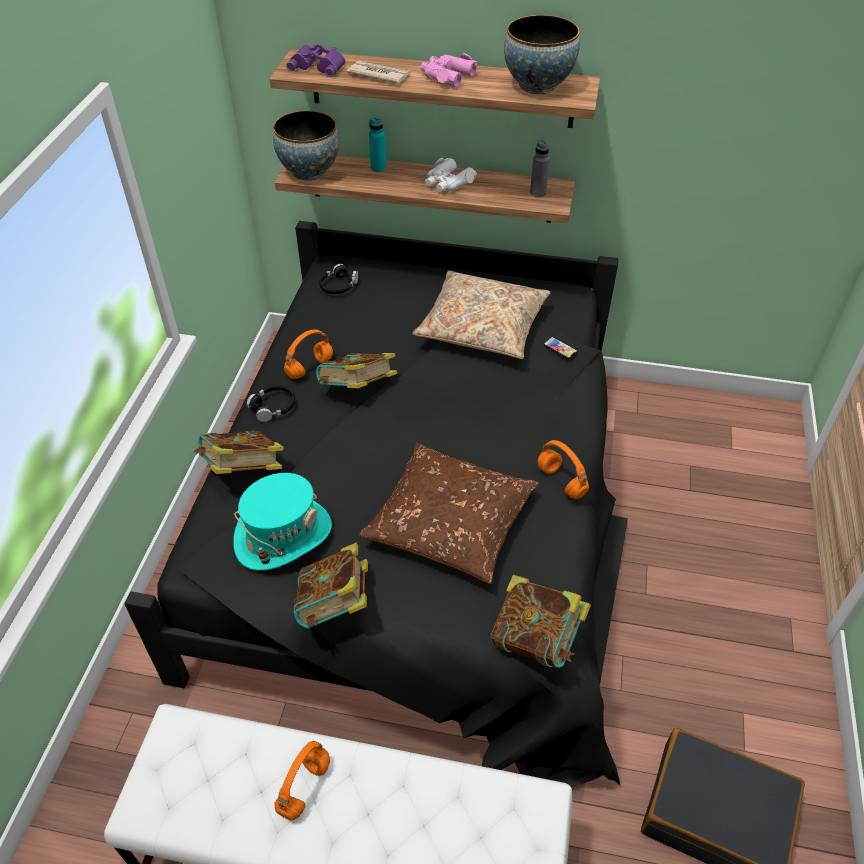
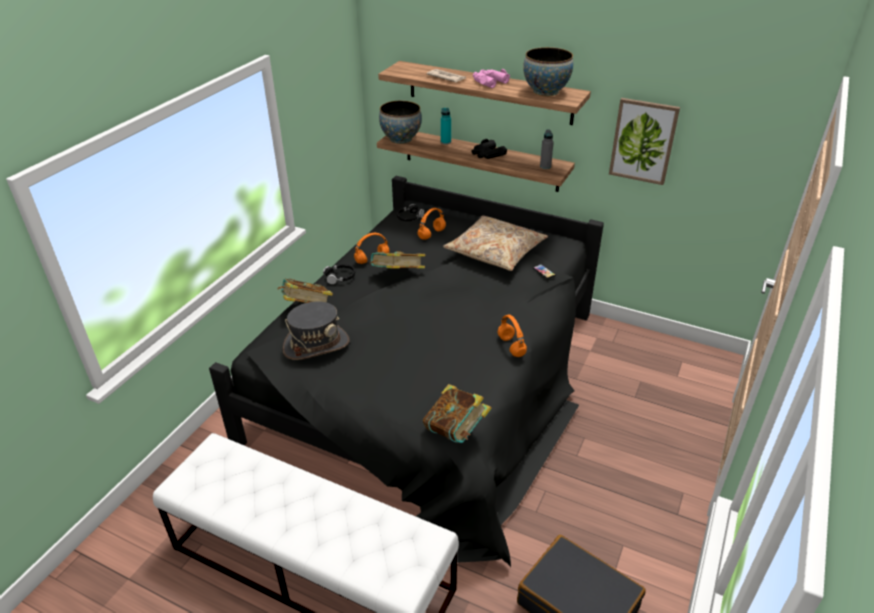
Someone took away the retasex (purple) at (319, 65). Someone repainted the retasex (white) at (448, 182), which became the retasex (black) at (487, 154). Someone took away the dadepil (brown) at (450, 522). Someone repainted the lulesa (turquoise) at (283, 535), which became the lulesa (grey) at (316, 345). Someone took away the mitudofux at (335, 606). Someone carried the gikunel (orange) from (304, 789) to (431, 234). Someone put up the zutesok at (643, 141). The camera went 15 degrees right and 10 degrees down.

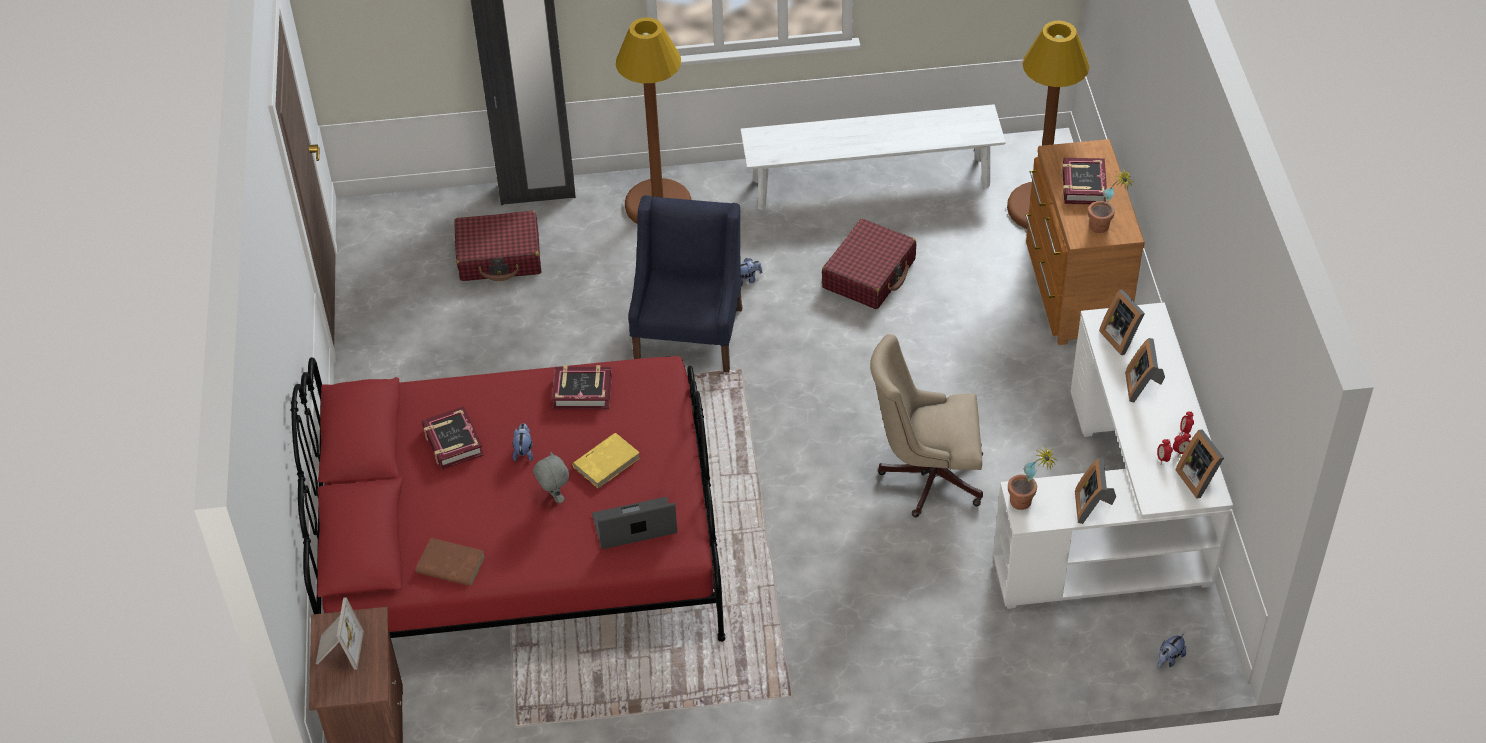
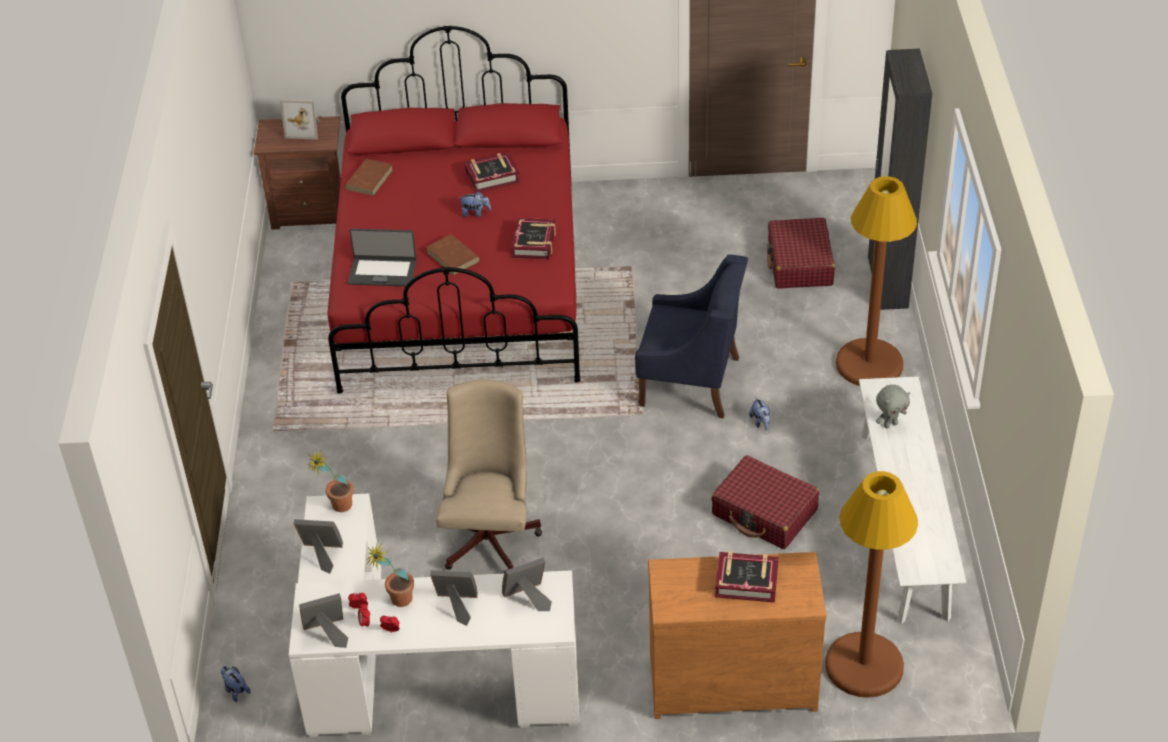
Someone carried the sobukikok from (1104, 229) to (396, 602). Someone repainted the mitudofux (yellow) at (607, 462), which became the mitudofux (brown) at (453, 257). Someone carried the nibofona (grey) from (554, 497) to (890, 424). Someone rotated the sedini at (635, 525) by 105 degrees clockwise. The camera went 95 degrees right and 5 degrees down.

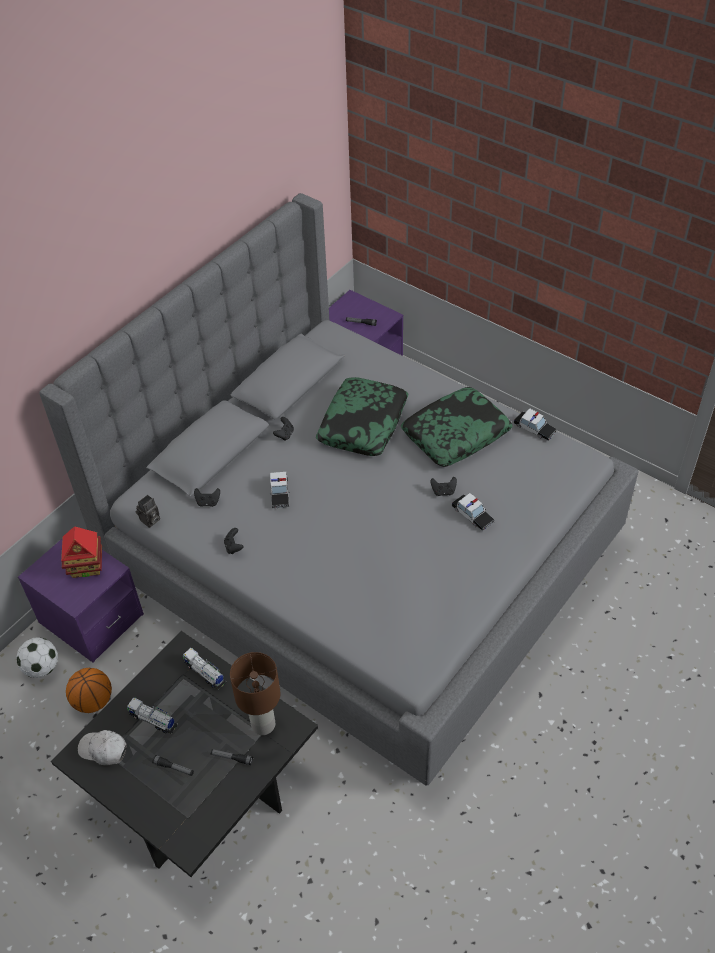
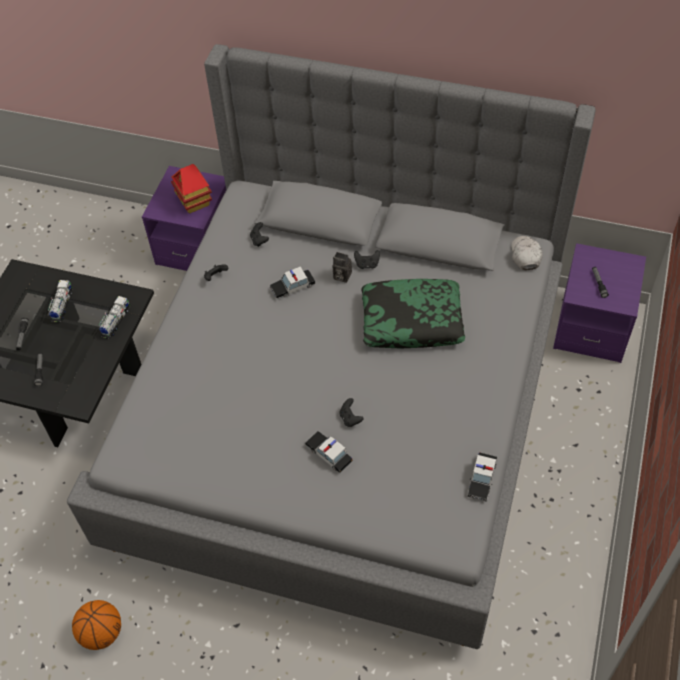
Someone took away the dadepil at (456, 434). Someone rotated the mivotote at (472, 515) by 105 degrees clockwise. Someone carried the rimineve from (150, 521) to (341, 276). Someone took away the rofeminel at (42, 667). Someone took away the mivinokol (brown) at (263, 725). Someone carried the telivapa from (93, 701) to (102, 633). Someone carried the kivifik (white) from (103, 750) to (525, 255). The camera went 70 degrees right and 5 degrees up.

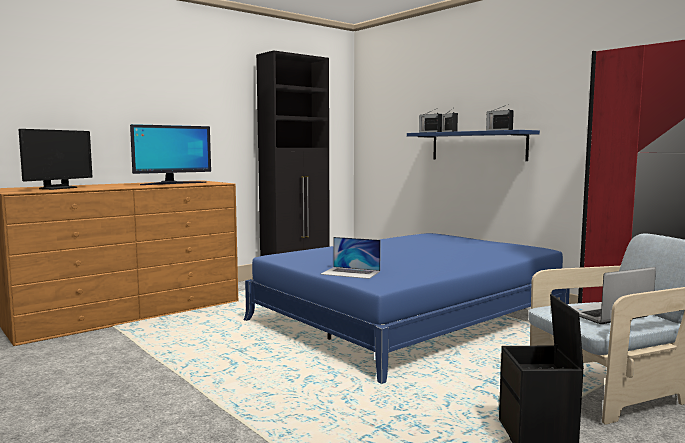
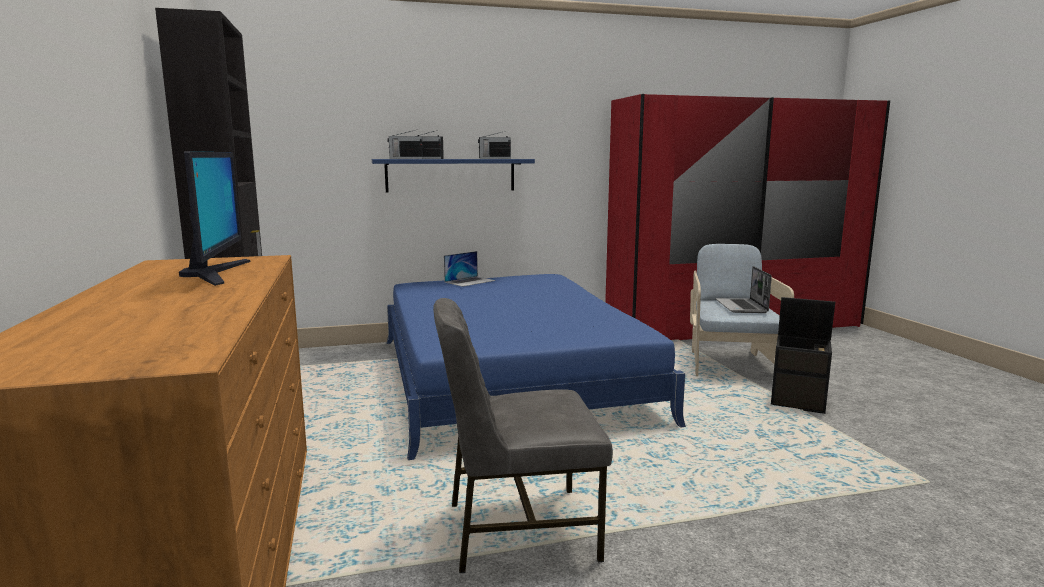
Someone took away the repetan at (58, 188). Someone carried the sedini from (351, 272) to (470, 281). Someone put down the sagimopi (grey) at (518, 530). The camera went 65 degrees left and 5 degrees up.

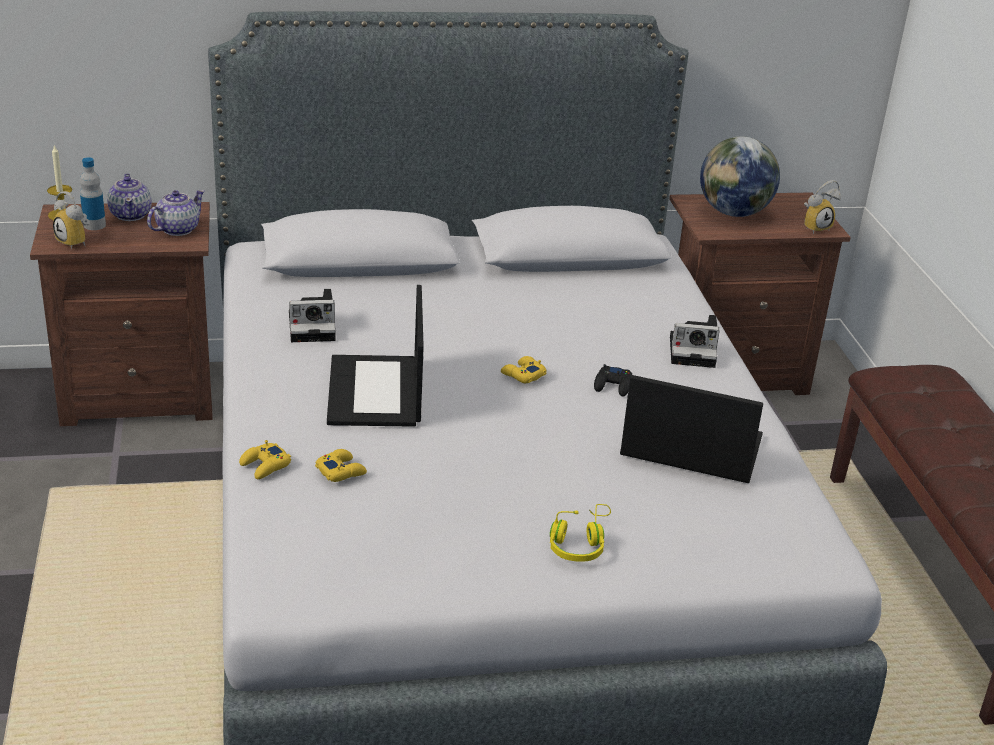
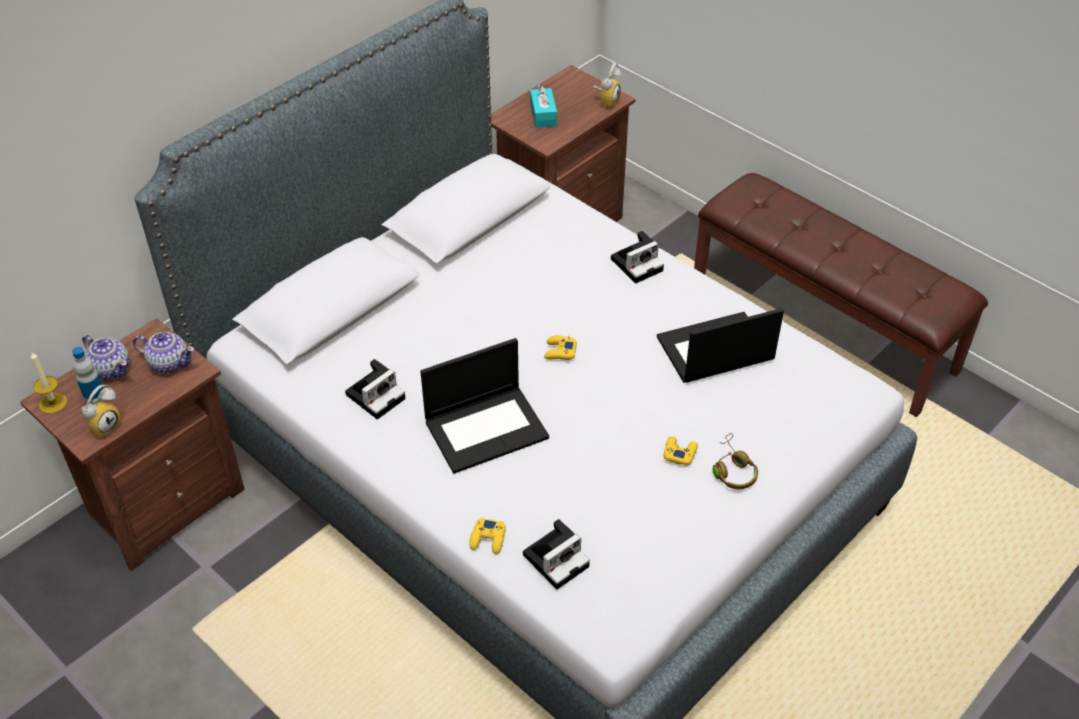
Someone swapped the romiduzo at (734, 213) for the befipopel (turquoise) at (543, 115). Someone rotated the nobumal at (177, 229) by 105 degrees clockwise. Someone rotated the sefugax at (76, 242) by 60 degrees counterclockwise. Someone rotated the sedini at (376, 392) by 75 degrees counterclockwise. Someone took away the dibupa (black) at (613, 385). Someone carried the dibupa (yellow) from (341, 471) to (679, 453). Someone repainted the gikunel (yellow) at (579, 543), which became the gikunel (brown) at (732, 469). Someone put down the rimineve at (557, 558). The camera went 35 degrees left and 15 degrees up.

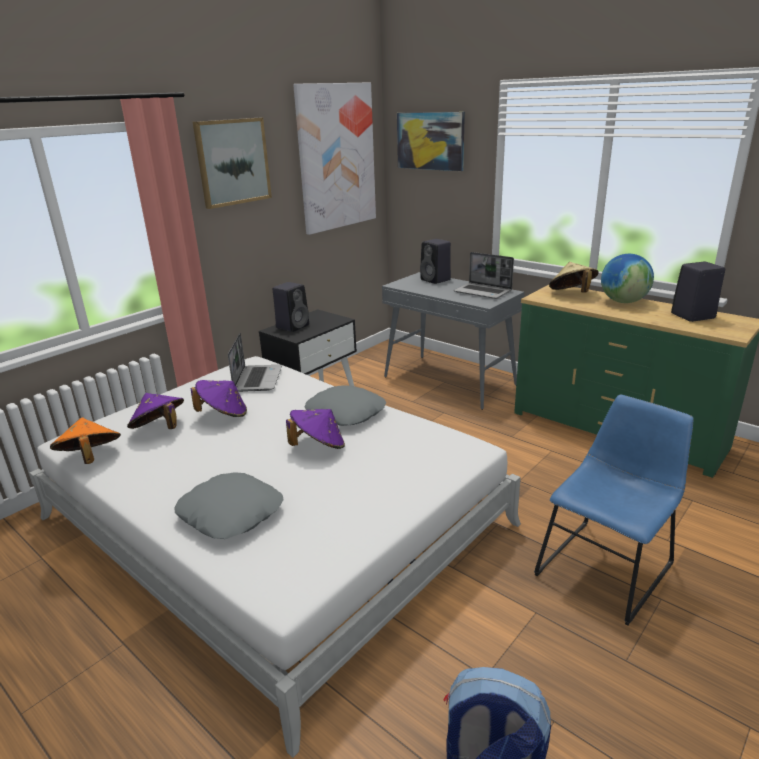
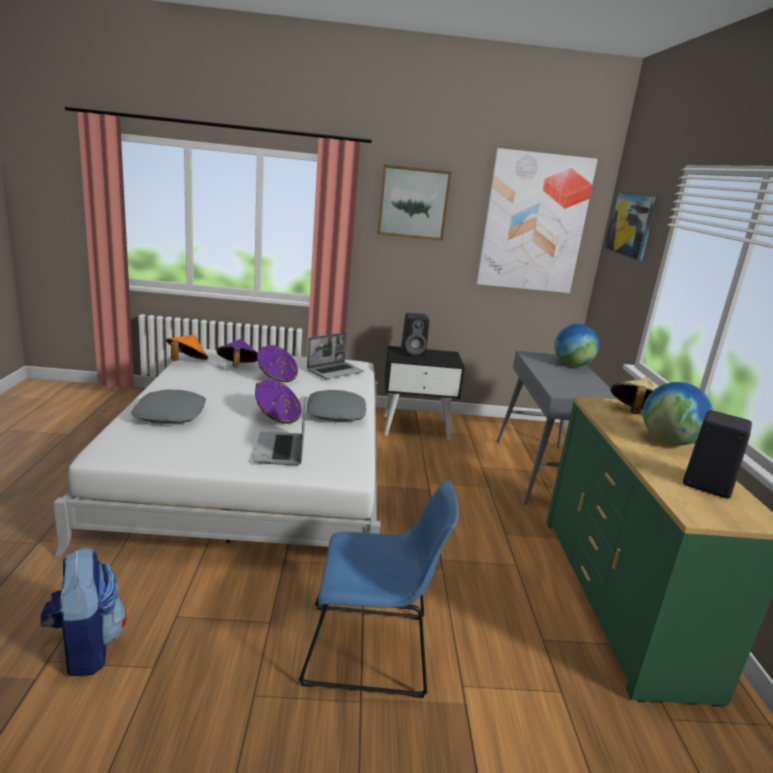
Someone swapped the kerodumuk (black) at (436, 280) for the romiduzo at (572, 365). Someone carried the sedini from (483, 292) to (281, 450). The camera went 45 degrees right and 5 degrees down.

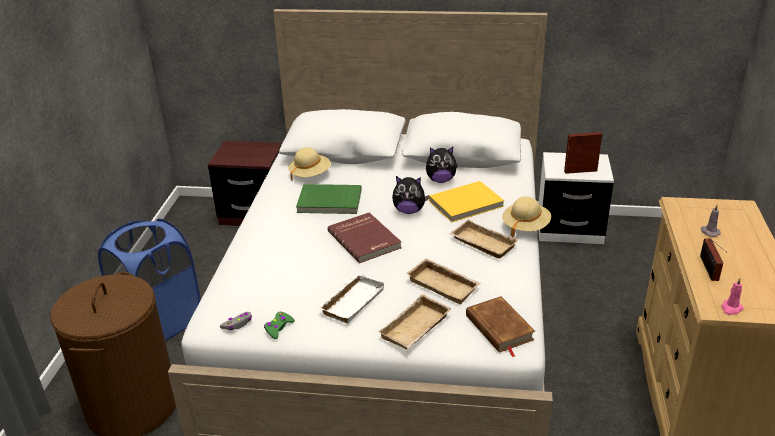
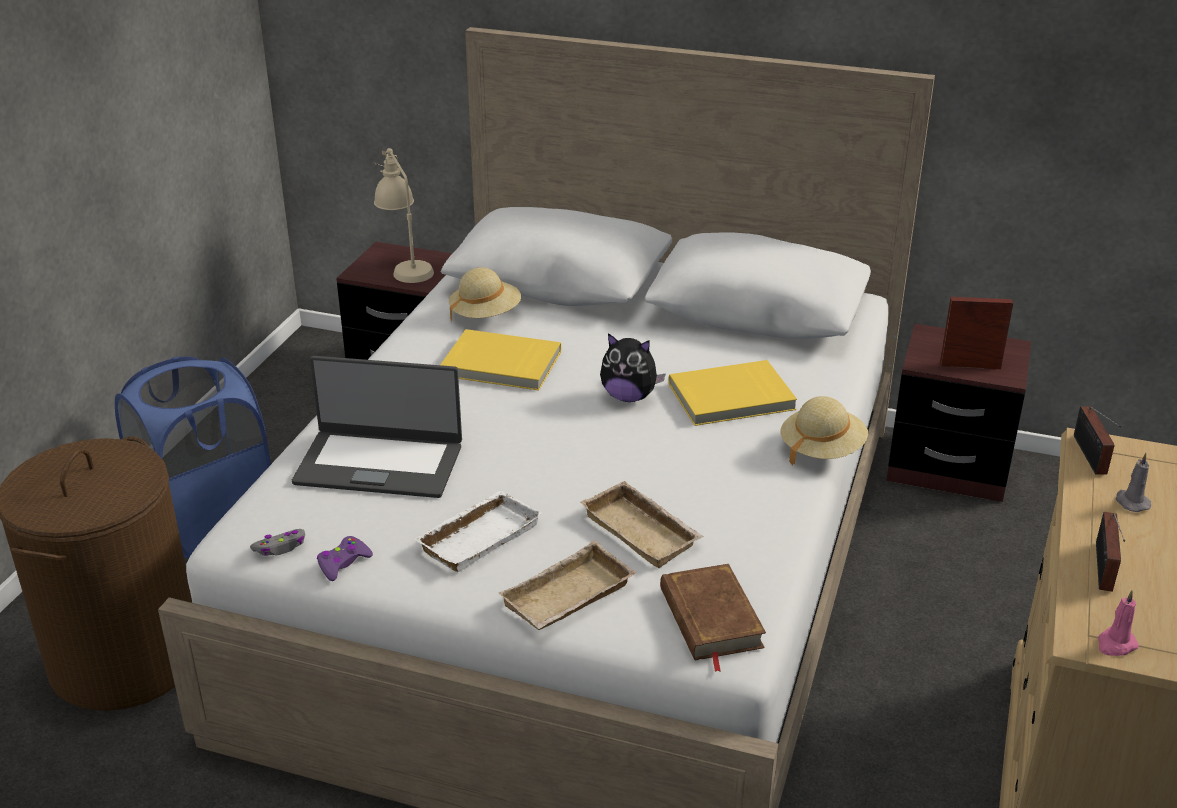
Someone took away the nibofona at (441, 180). Someone repainted the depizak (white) at (569, 229), which became the depizak (brown) at (948, 467). Someone repainted the mitudofux (green) at (329, 202), which became the mitudofux (yellow) at (500, 365). Someone took away the mitudofux (red) at (365, 239). Someone took away the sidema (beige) at (481, 244). Someone repainted the dibupa (green) at (278, 328), which became the dibupa (purple) at (343, 563). Someone put down the mivinokol (beige) at (405, 266). Someone put down the sedini at (379, 463). Someone put down the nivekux at (1090, 457). The camera went 10 degrees right and 0 degrees up.

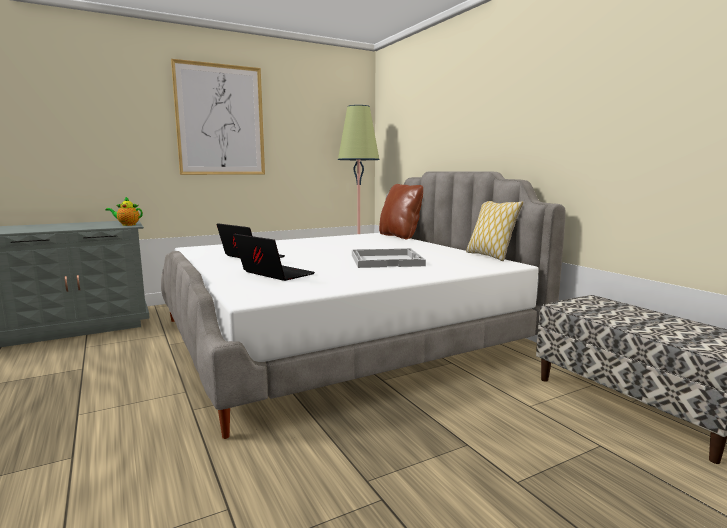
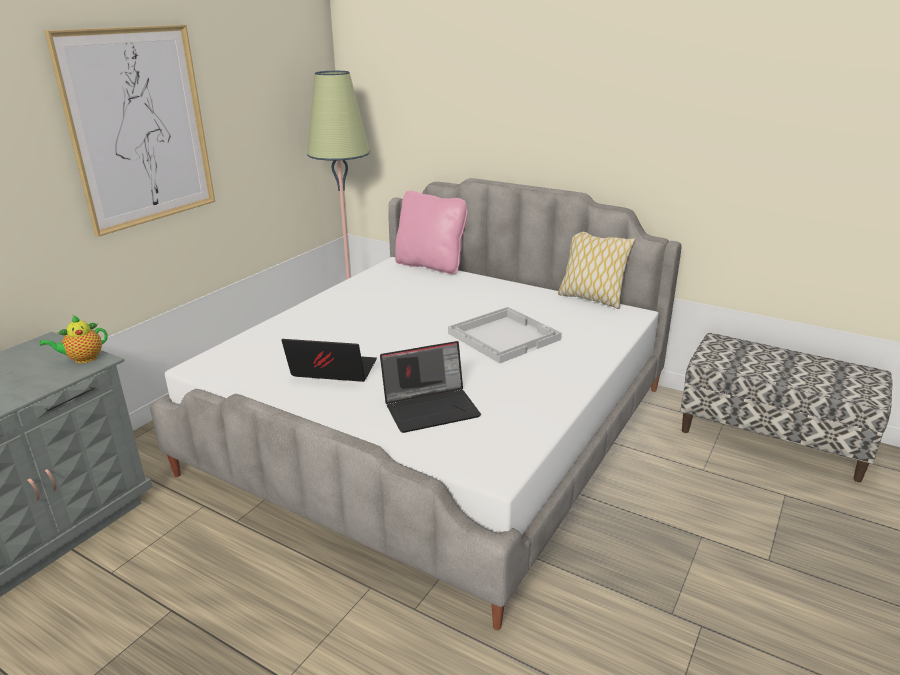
Someone repainted the dadepil (brown) at (401, 236), which became the dadepil (pink) at (431, 265). Someone rotated the sedini at (273, 274) by 150 degrees clockwise. The camera went 30 degrees left and 15 degrees up.

